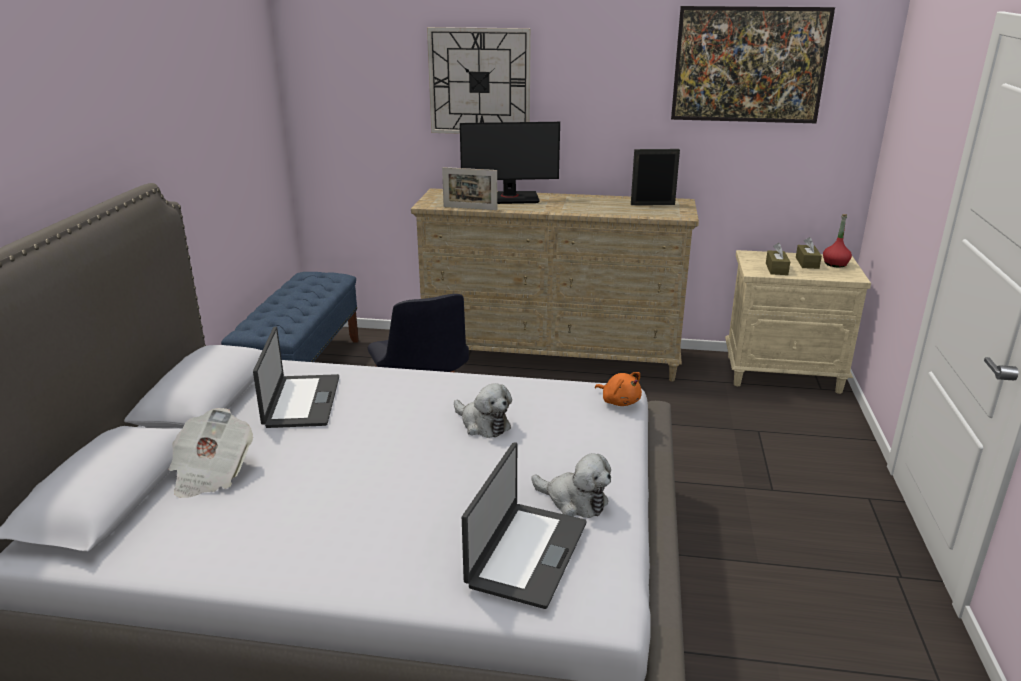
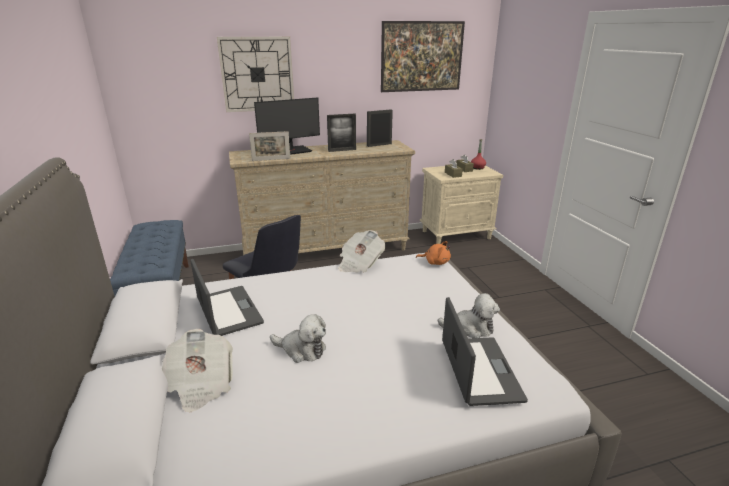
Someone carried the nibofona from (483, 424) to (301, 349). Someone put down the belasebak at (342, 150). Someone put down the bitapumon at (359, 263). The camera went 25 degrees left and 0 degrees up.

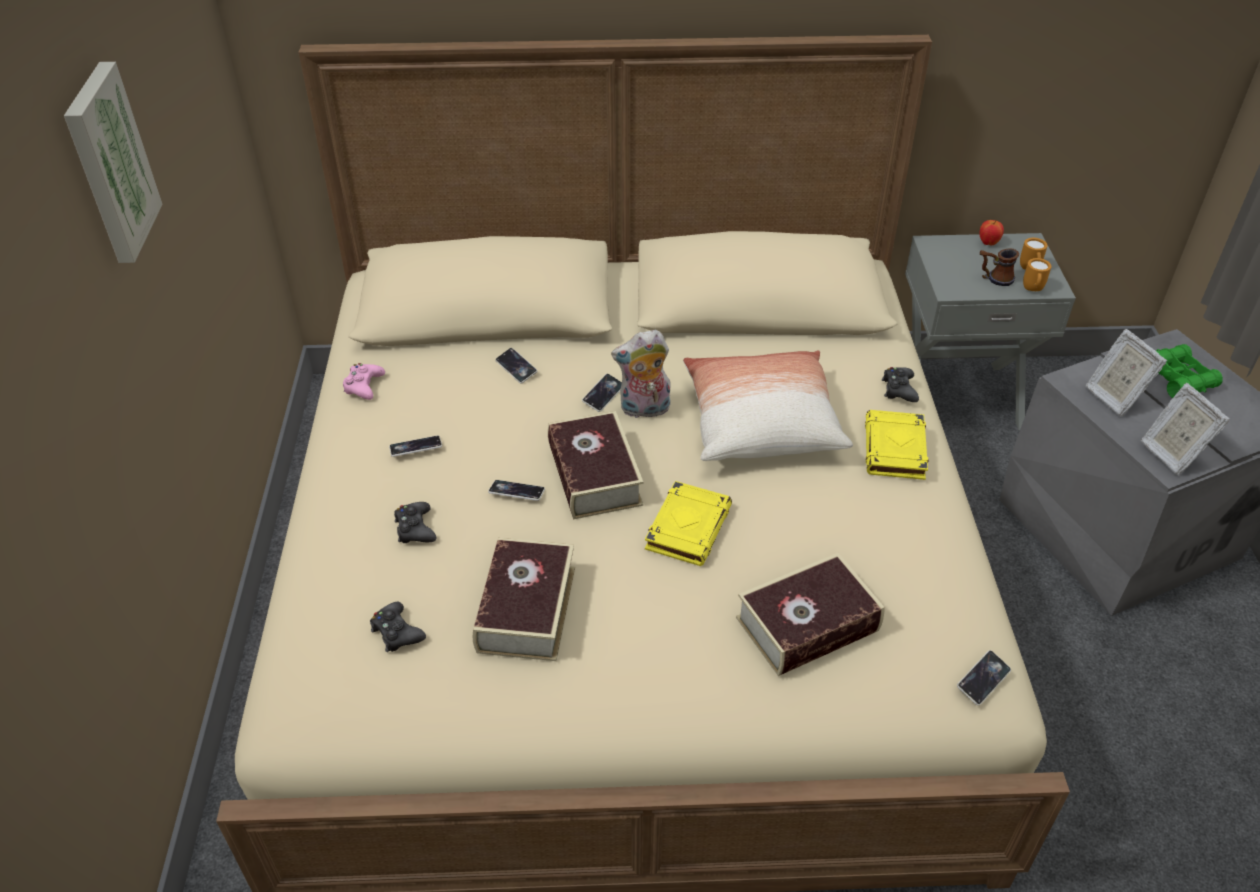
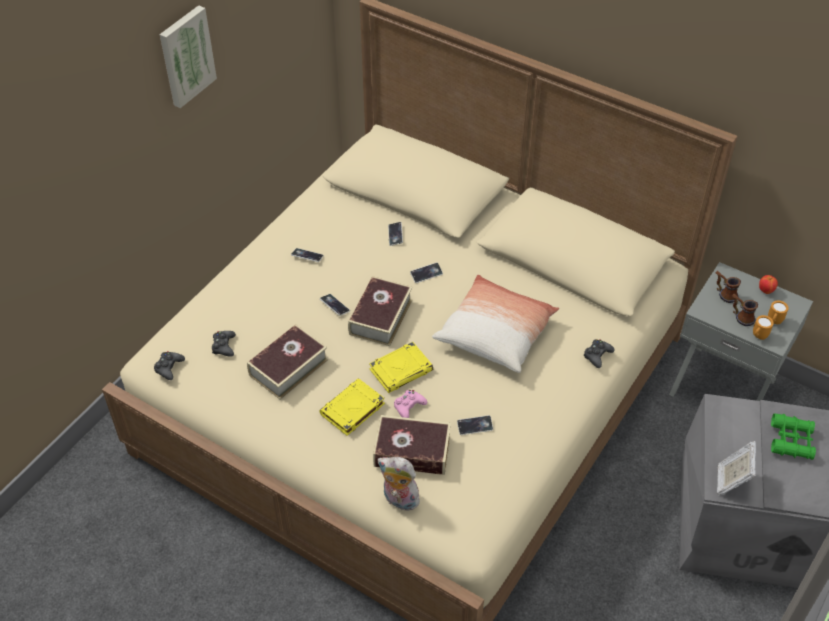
Someone carried the nibofona from (644, 410) to (399, 500). Someone took away the belasebak at (1114, 397). Someone carried the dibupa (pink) from (364, 386) to (409, 406). Someone carried the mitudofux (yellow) from (895, 450) to (352, 410). Someone carried the dibupa (black) from (415, 528) to (169, 367). Someone carried the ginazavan from (983, 680) to (474, 426). Someone put down the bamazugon at (724, 293). The camera went 35 degrees right and 5 degrees up.

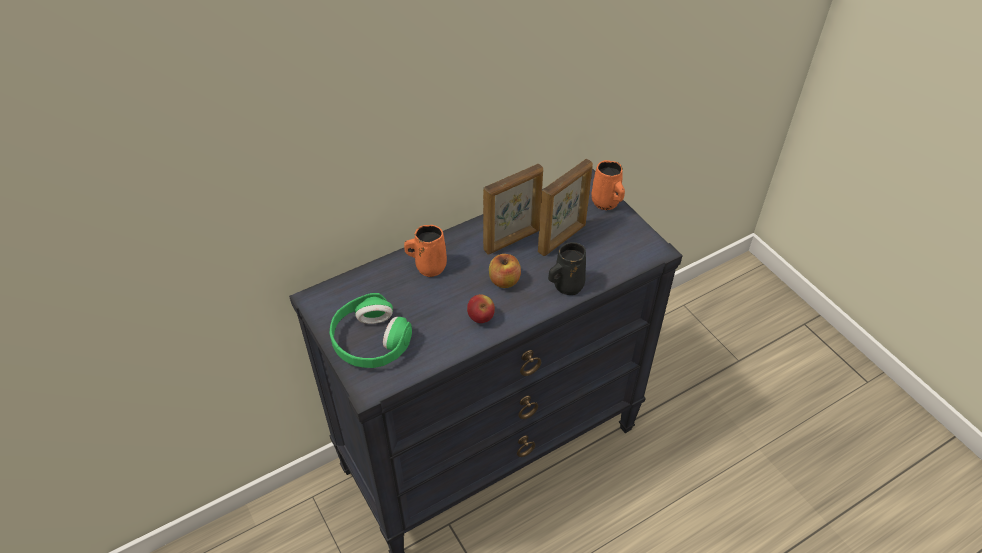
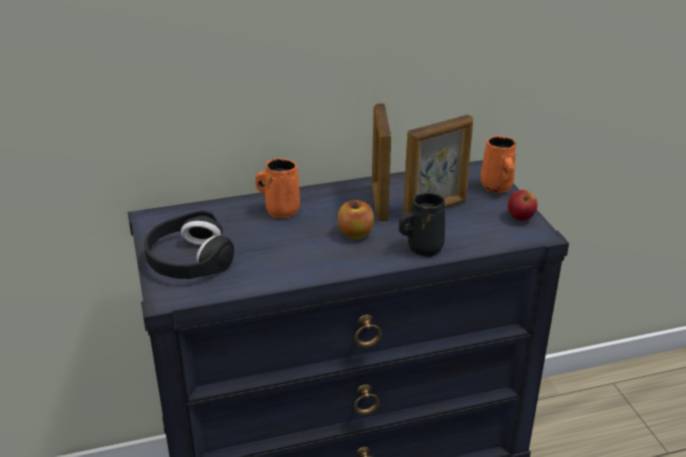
Someone rotated the belasebak at (512, 240) by 105 degrees clockwise. Someone repainted the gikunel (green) at (370, 340), which became the gikunel (black) at (189, 259). Someone carried the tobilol from (481, 318) to (520, 218). The camera went 15 degrees right and 15 degrees down.

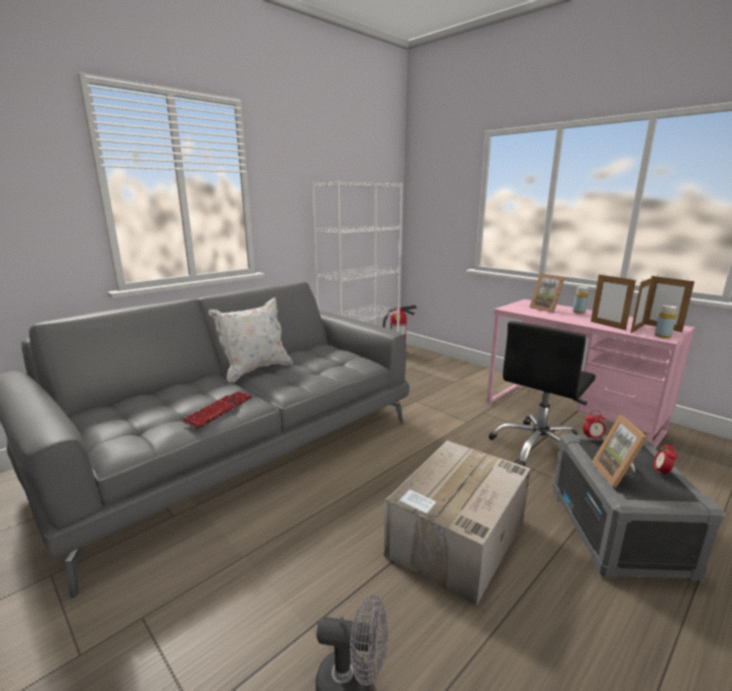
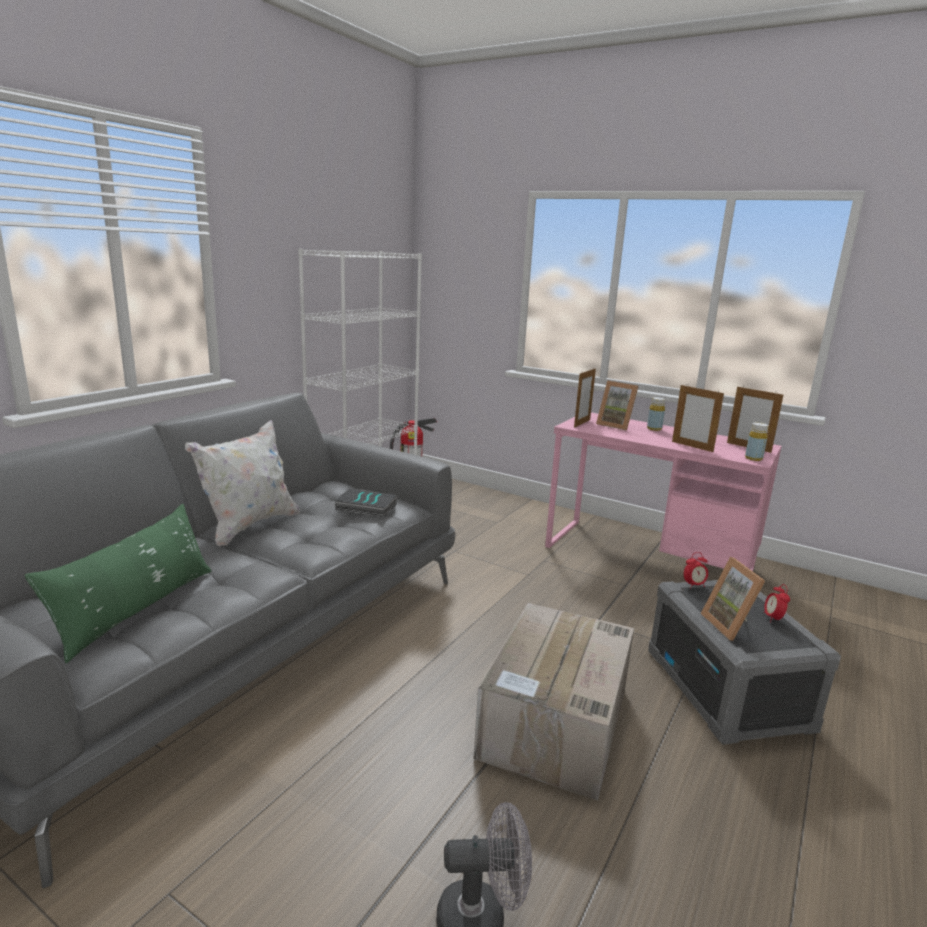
Someone carried the belasebak from (637, 329) to (582, 423). Someone took away the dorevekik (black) at (538, 448). Someone took away the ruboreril at (219, 410). Someone put down the mitudofux at (365, 507). Someone put down the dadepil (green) at (137, 609). The camera went 15 degrees left and 0 degrees up.

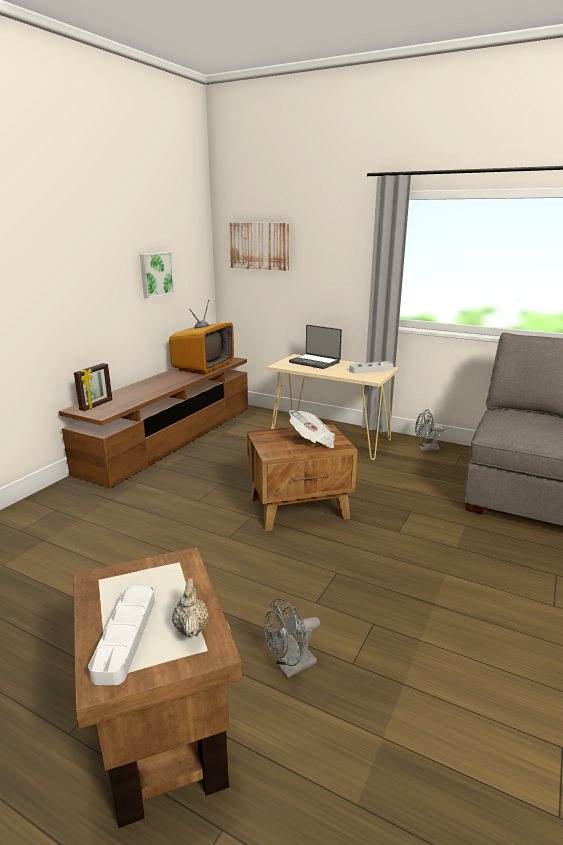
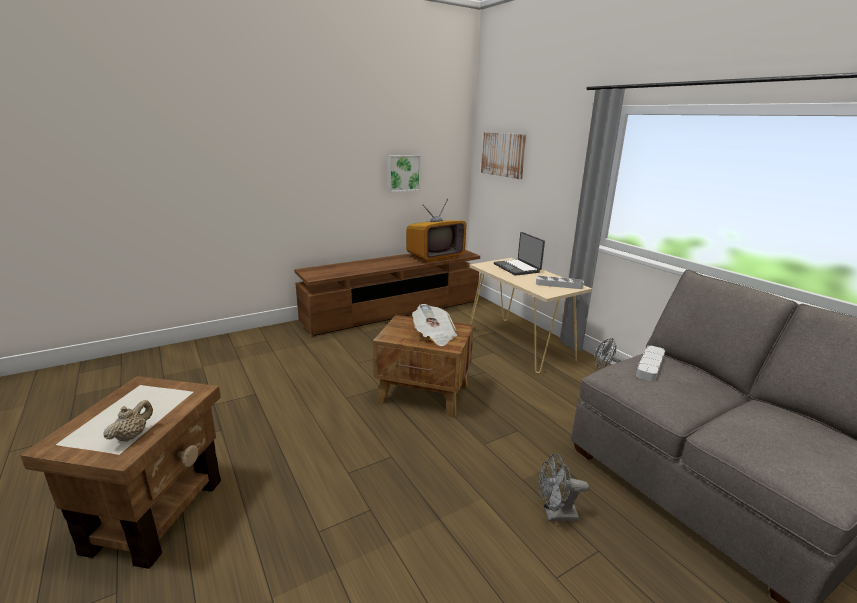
Someone took away the belasebak at (96, 405). Someone carried the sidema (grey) from (125, 636) to (650, 366). Someone carried the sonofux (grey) from (291, 667) to (555, 514). The camera went 30 degrees right and 0 degrees up.

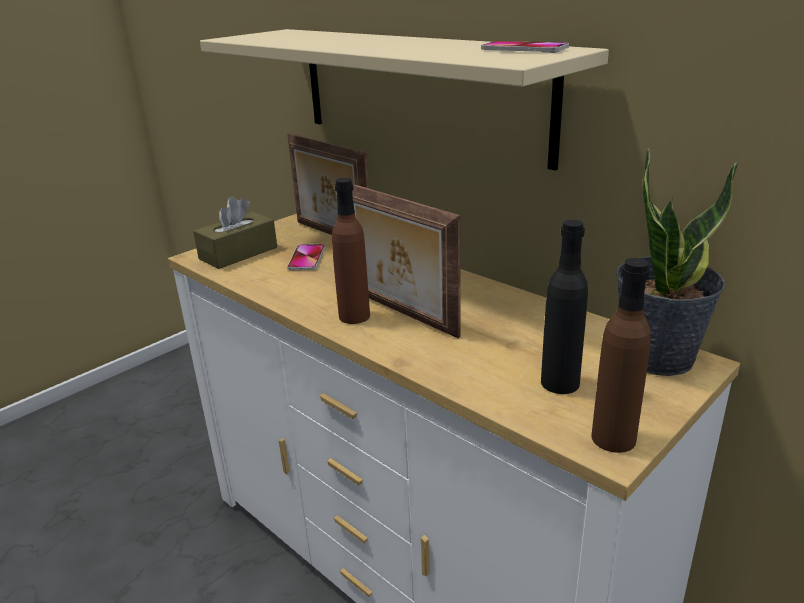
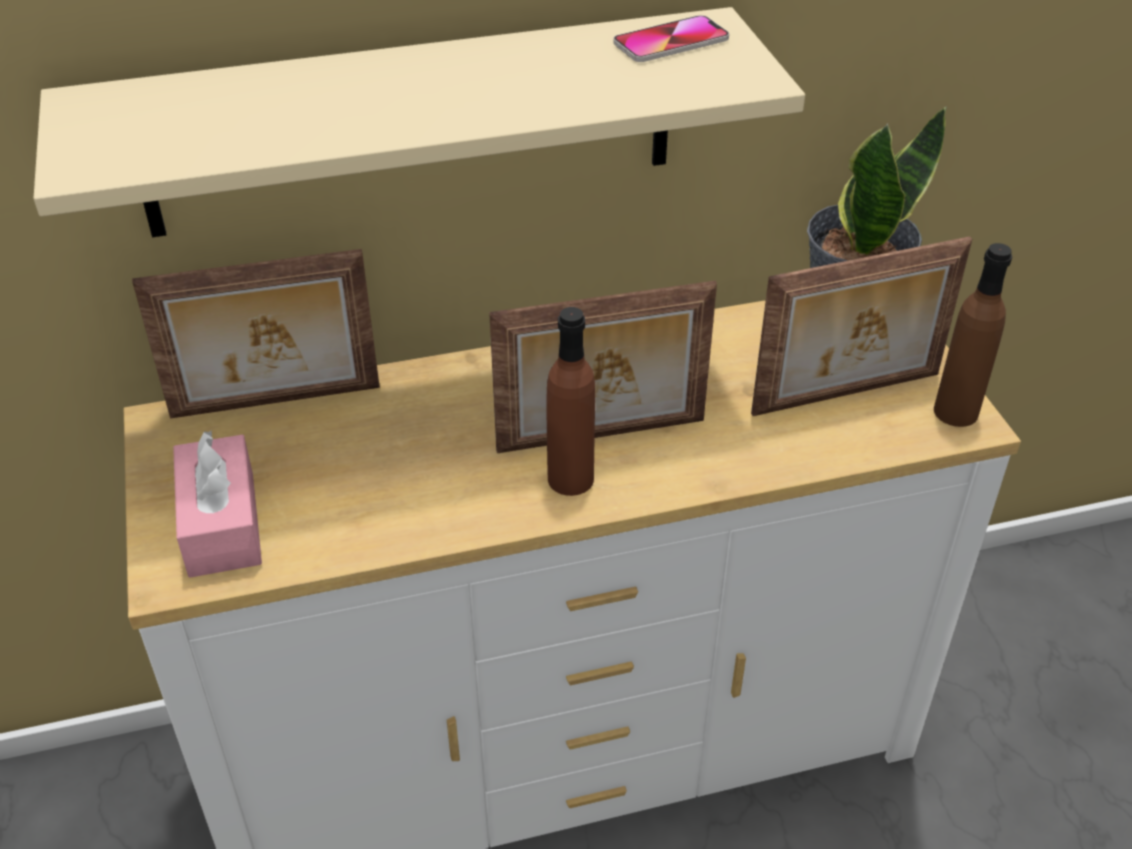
Someone repainted the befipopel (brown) at (238, 253), which became the befipopel (pink) at (222, 524). Someone swapped the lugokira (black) at (560, 383) for the belasebak at (847, 396). Someone took away the ginazavan at (307, 258). The camera went 60 degrees left and 15 degrees up.

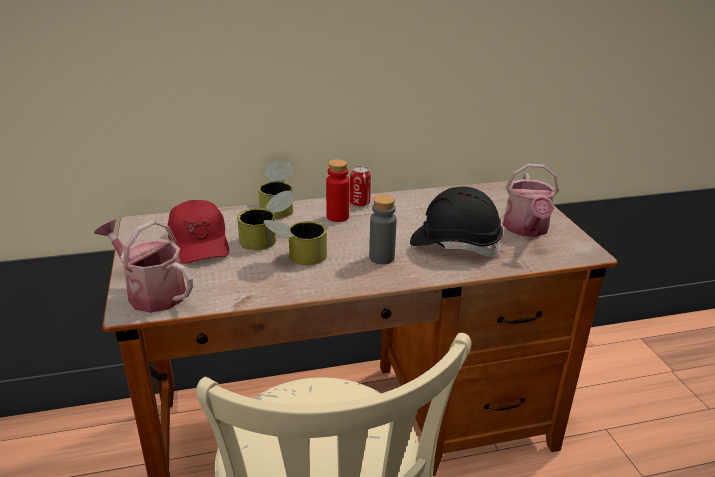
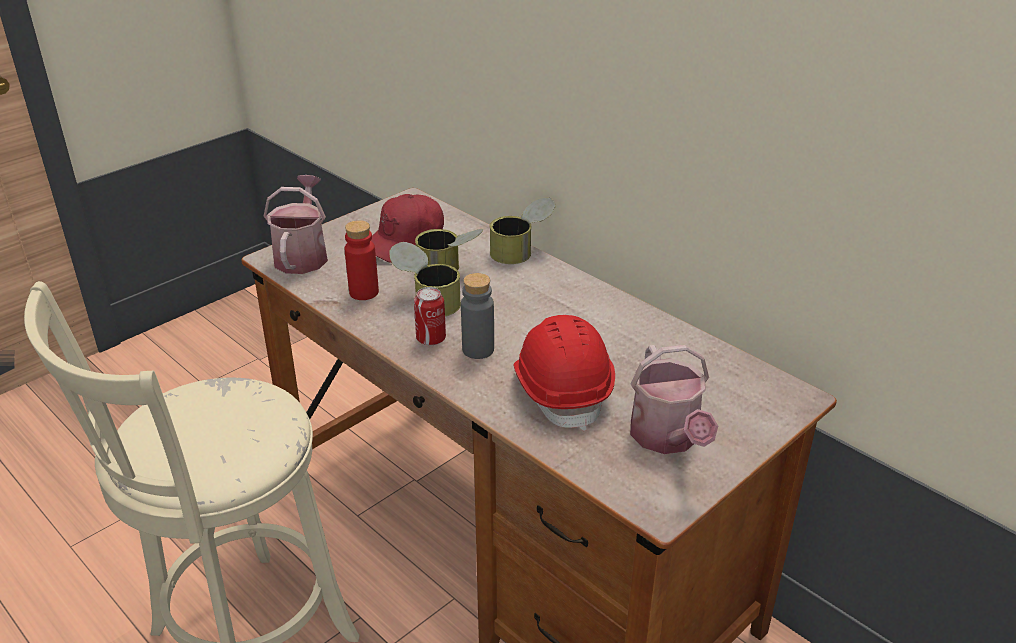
Someone carried the lugokira (red) from (337, 216) to (364, 292). Someone rotated the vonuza at (527, 229) by 75 degrees counterclockwise. Someone carried the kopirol from (359, 203) to (431, 339). Someone repainted the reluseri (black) at (455, 244), which became the reluseri (red) at (562, 390). The camera went 60 degrees right and 5 degrees up.

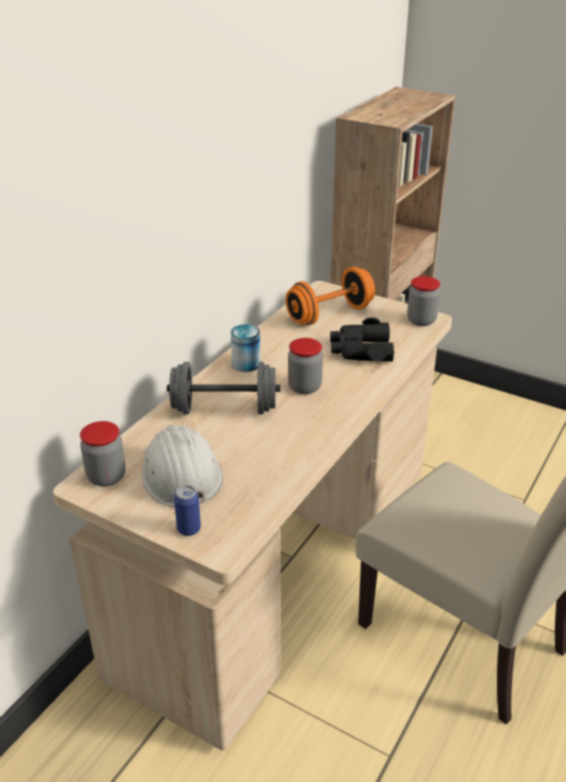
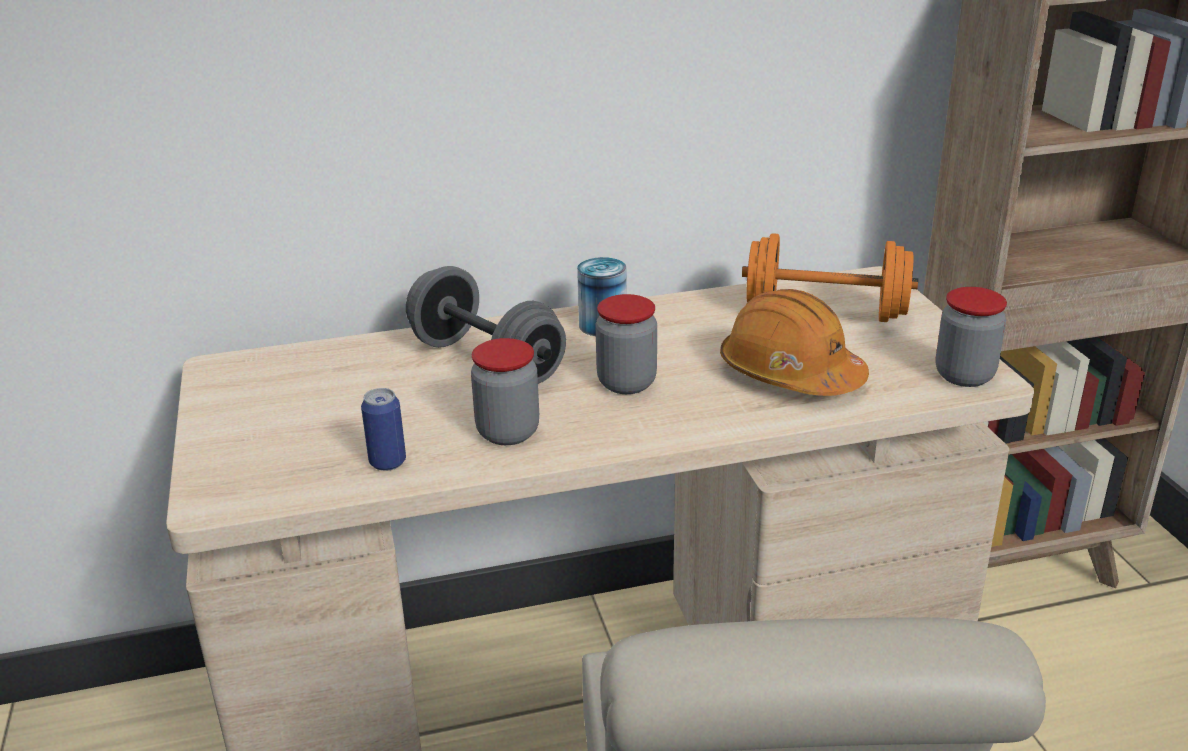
Someone swapped the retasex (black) at (361, 350) for the reluseri (orange) at (790, 374). Someone carried the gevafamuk from (106, 477) to (508, 432). Someone took away the reluseri (white) at (180, 474). Someone carried the kopirol from (189, 529) to (387, 462). The camera went 45 degrees right and 5 degrees down.

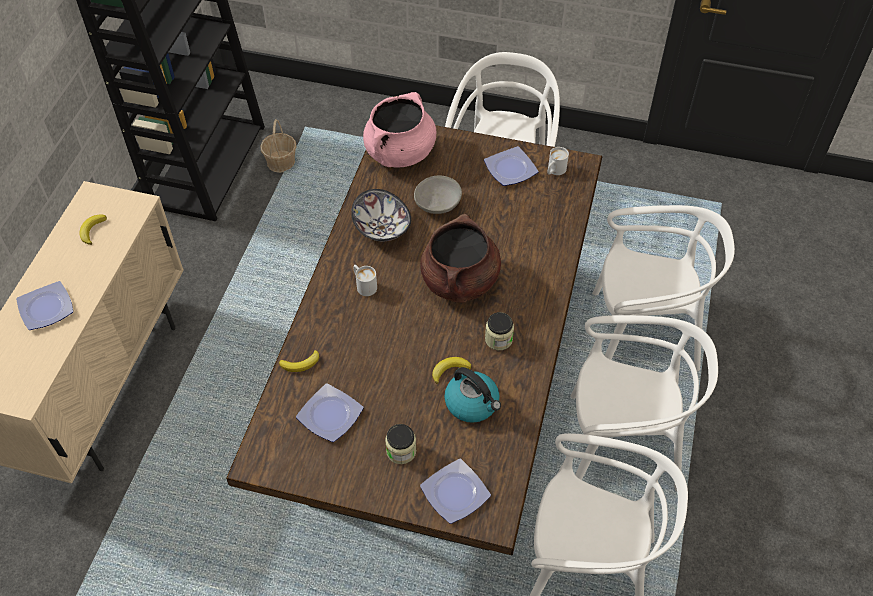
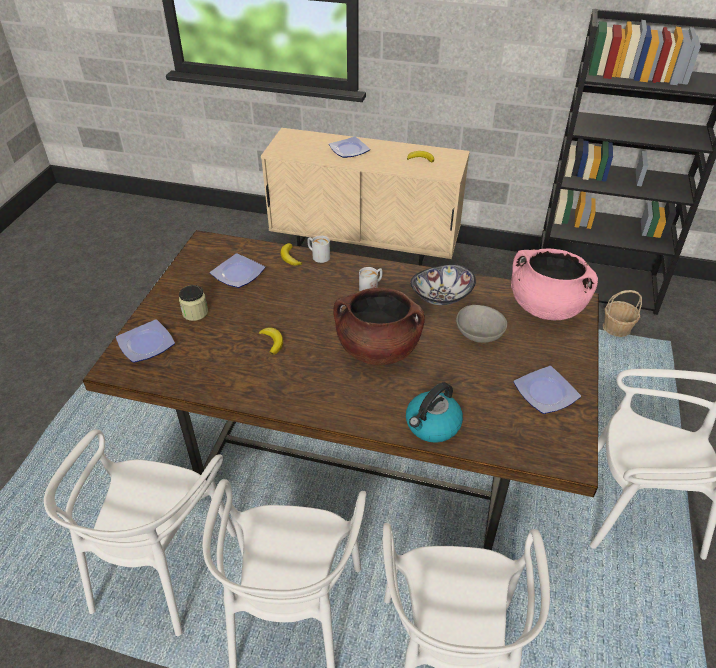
Someone carried the bamazugon (white) from (554, 171) to (318, 256). Someone took away the gevafamuk at (498, 339). Someone carried the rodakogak from (472, 403) to (432, 425). The camera went 90 degrees right and 10 degrees down.

